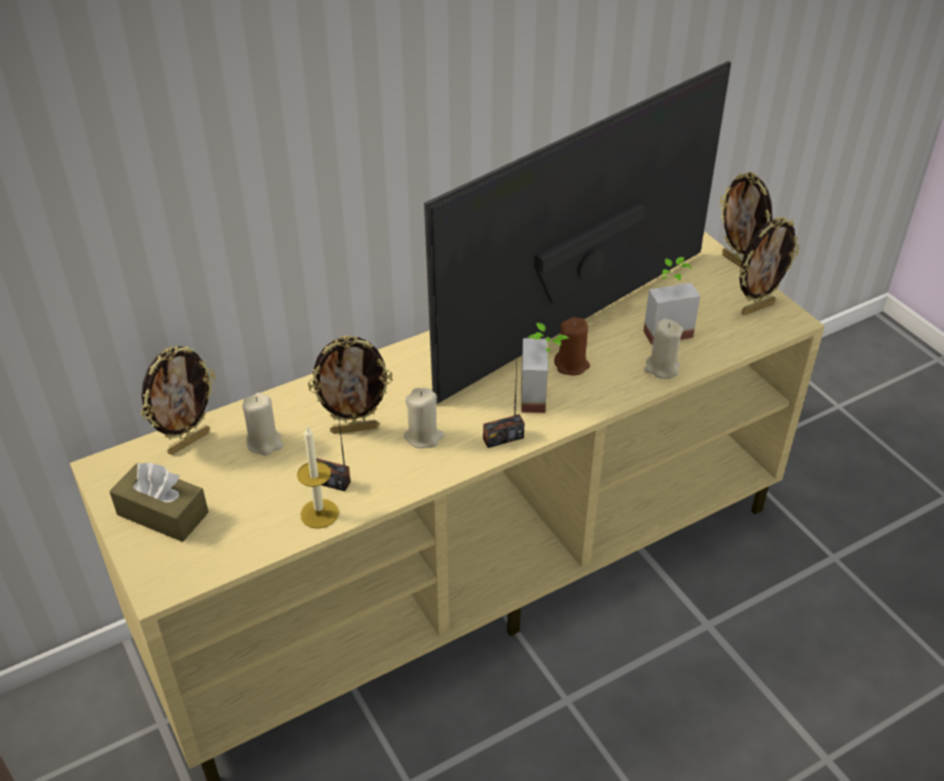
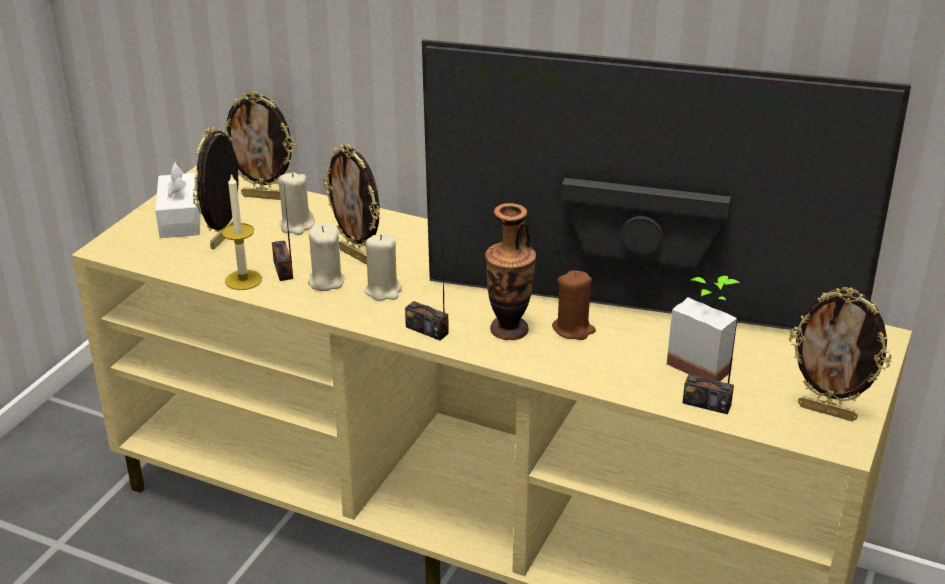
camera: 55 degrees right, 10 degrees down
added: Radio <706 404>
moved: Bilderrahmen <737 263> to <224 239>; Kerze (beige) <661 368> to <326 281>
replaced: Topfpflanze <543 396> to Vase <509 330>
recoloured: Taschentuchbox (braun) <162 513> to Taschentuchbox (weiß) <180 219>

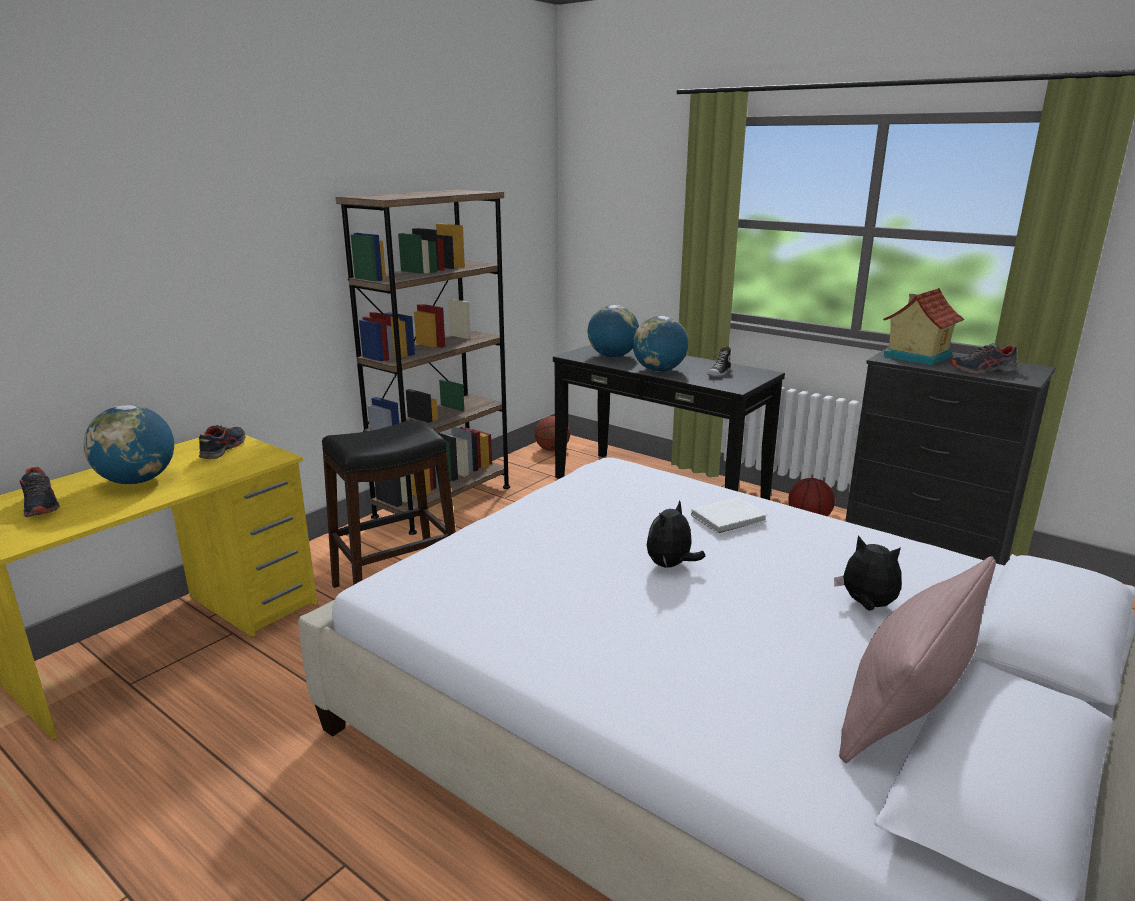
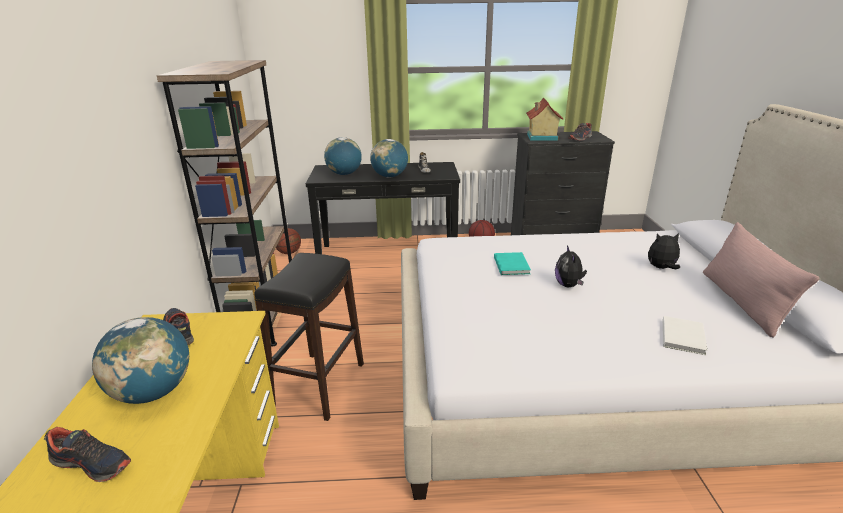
camera: 40 degrees left, 5 degrees up
added: Buch (türkis) <512 265>
moved: Buch (weiß) <730 518> to <683 336>

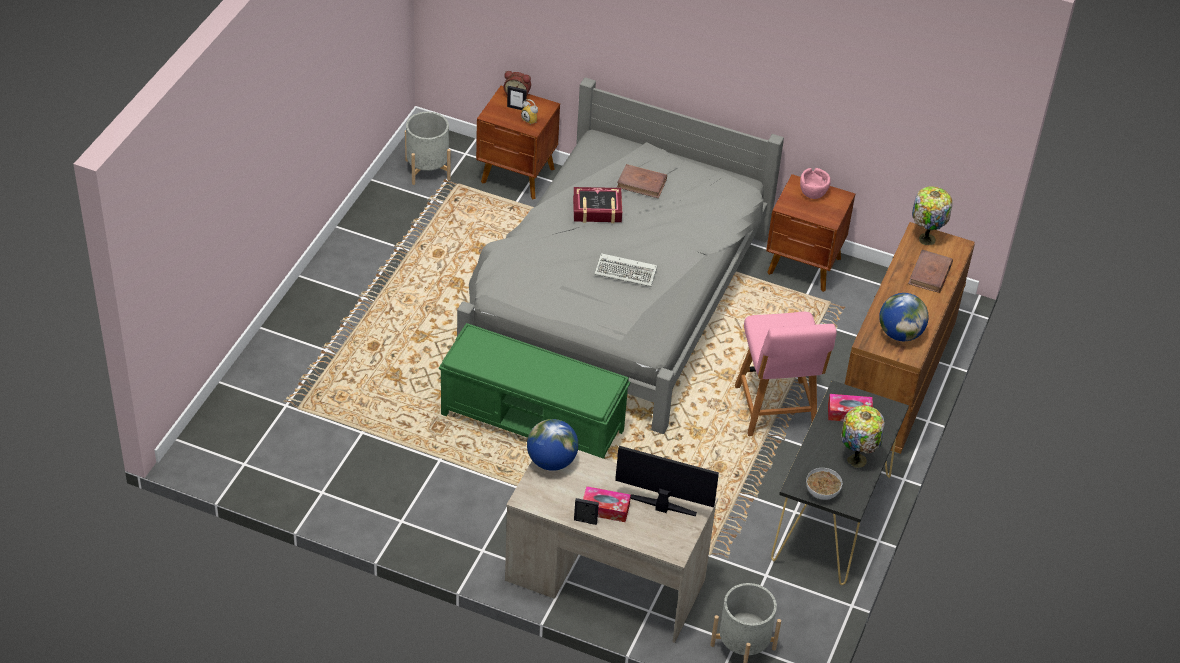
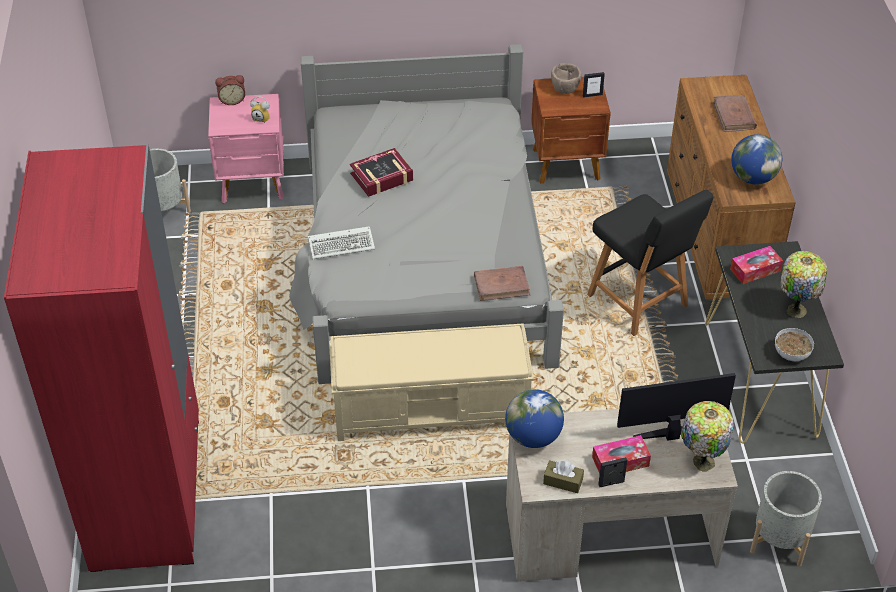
camera: 25 degrees left, 0 degrees up
added: Kleiderschrank (rot) <147 493>; Taschentuchbox (braun) <563 481>
moved: Bilderrahmen <516 108> to <592 95>; Buch (braun) <642 183> to <502 285>; Tischlampe <926 238> to <701 461>; Tastatur <627 272> to <343 244>
recoloured: Nachttisch (braun) <518 176> to Nachttisch (rosa) <254 184>; Schüssel (rosa) <813 193> to Schüssel (braun) <565 89>; Stuhl (rosa) <776 411> to Stuhl (schwarz) <640 302>; Bank (grün) <533 423> to Bank (beige) <432 410>

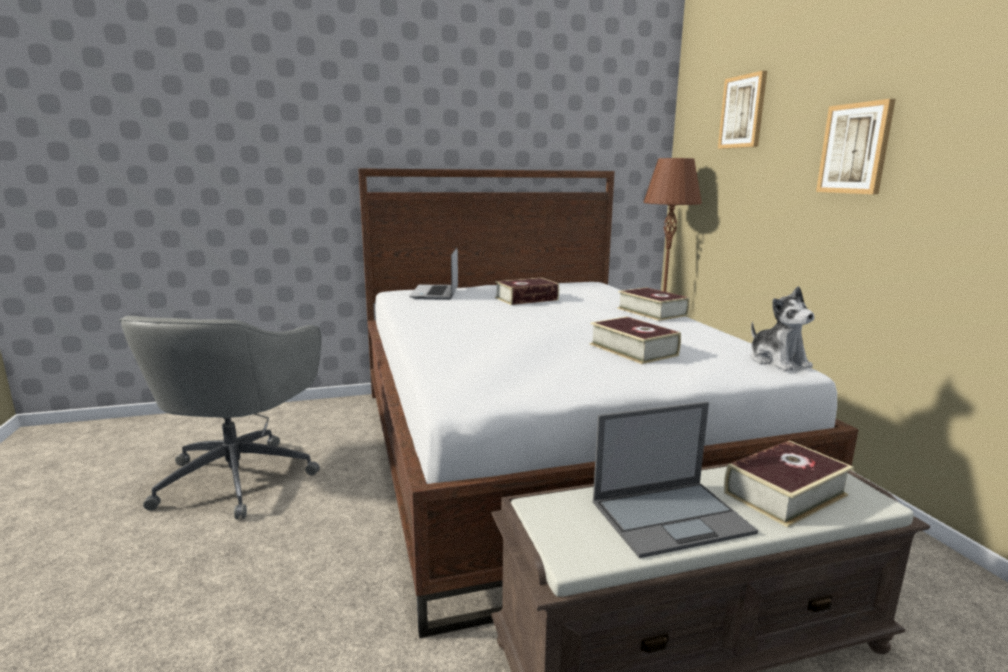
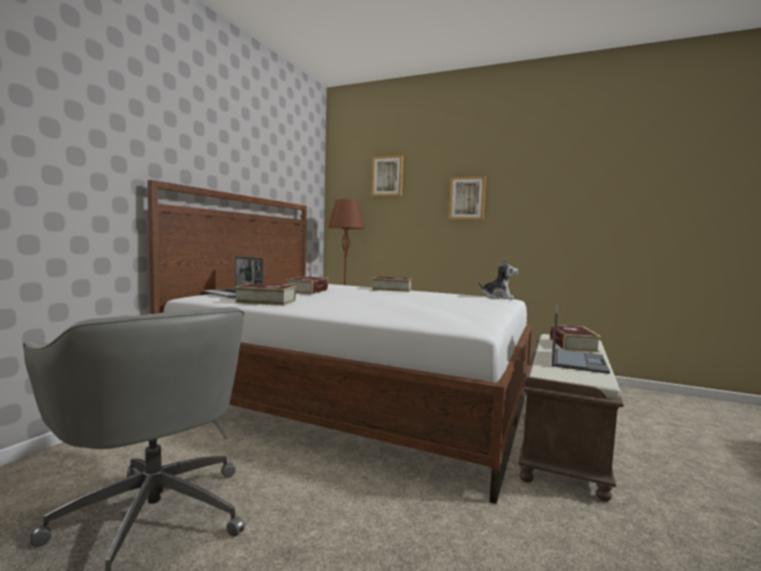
camera: 50 degrees left, 10 degrees down
moved: Buch <633 350> to <266 302>

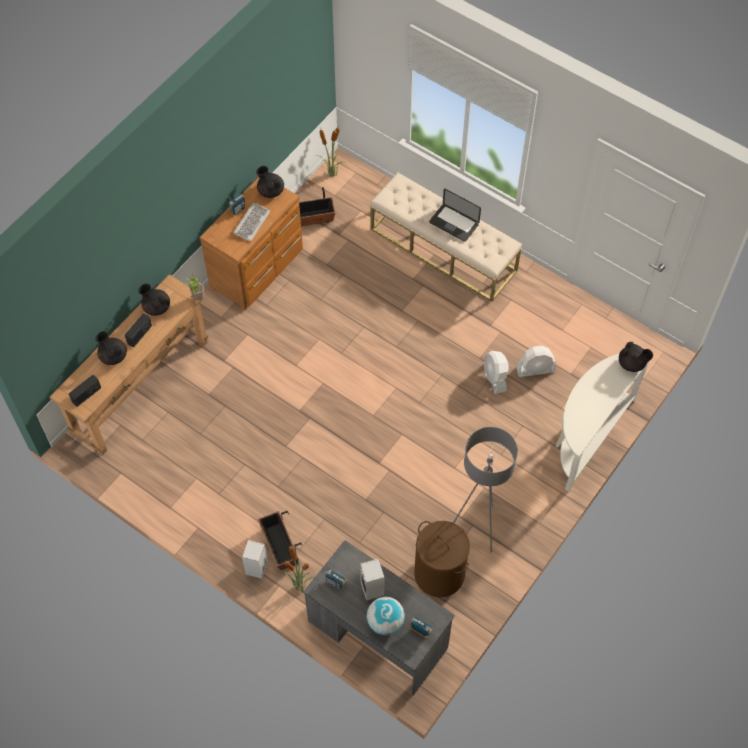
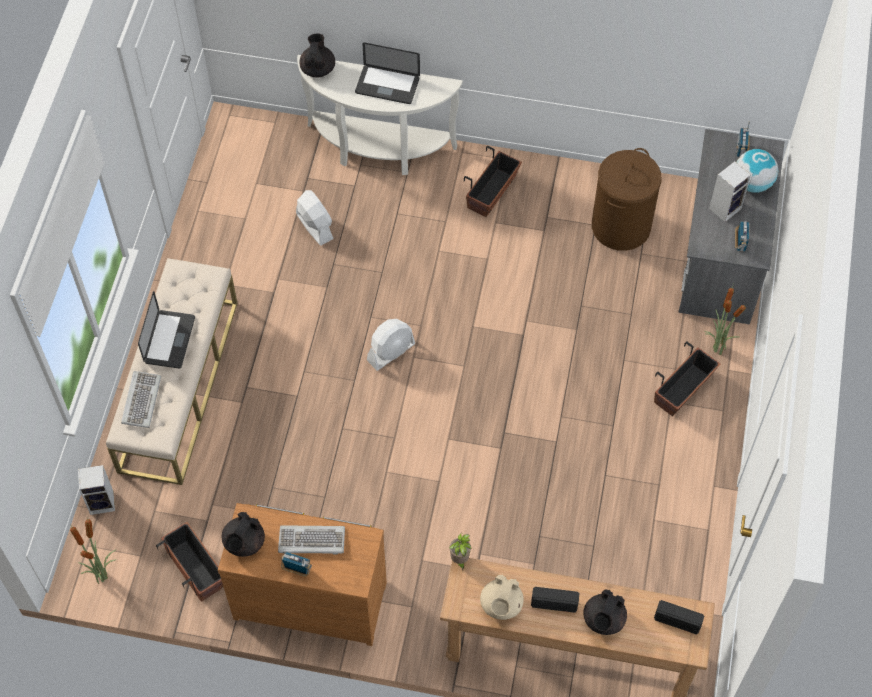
camera: 115 degrees left, 0 degrees up
removed: Stehlampe (grau) <478 528>
added: Laptop <387 85>; Pflanzkübel <492 192>; Tastatur <141 400>
moved: Ventilator (weiß) <495 377> to <391 352>; Lautsprecher <257 569> to <103 502>
recoloured: Teekanne (schwarz) <156 307> to Teekanne (beige) <501 605>

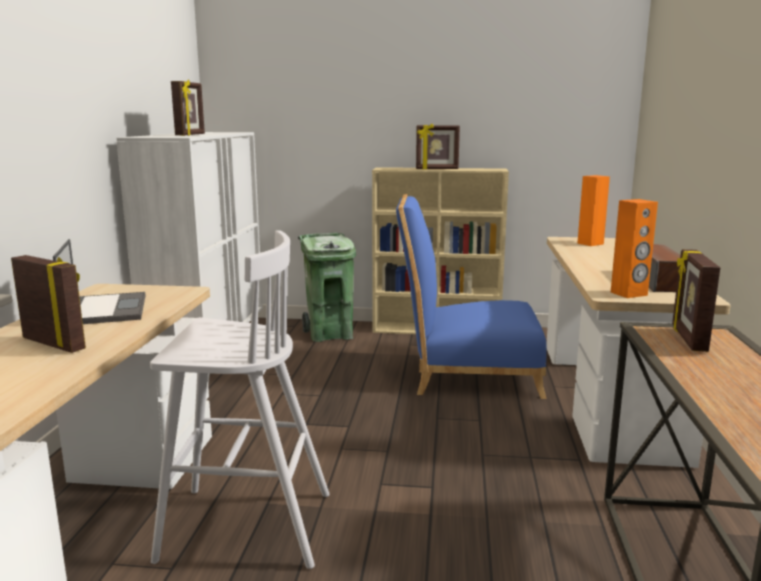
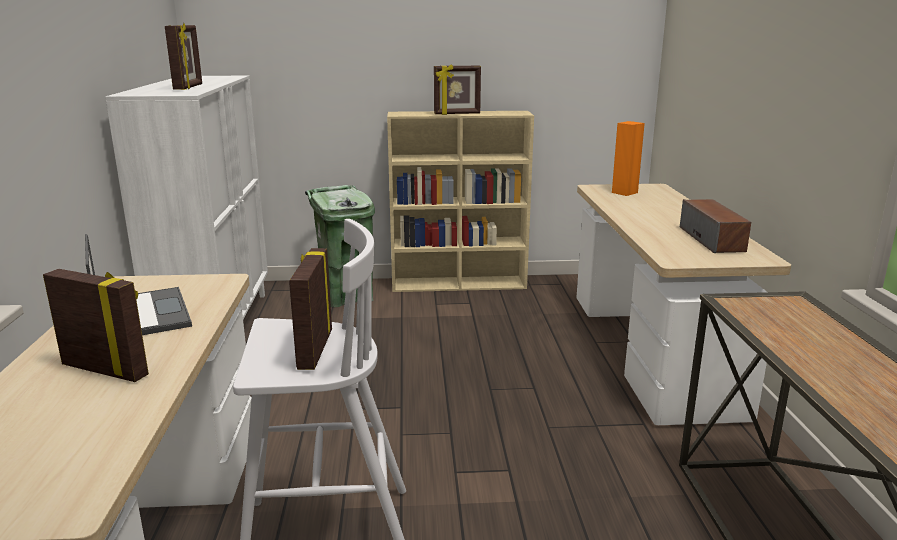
camera: 10 degrees left, 5 degrees up
removed: Stuhl (blau) <466 375>; Lautsprecher (orange) <629 294>
moved: Bilderrahmen <687 338> to <314 349>

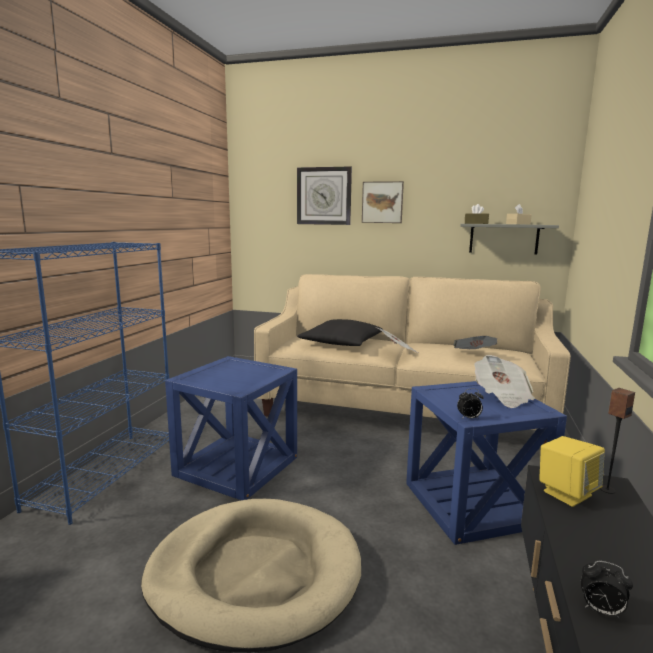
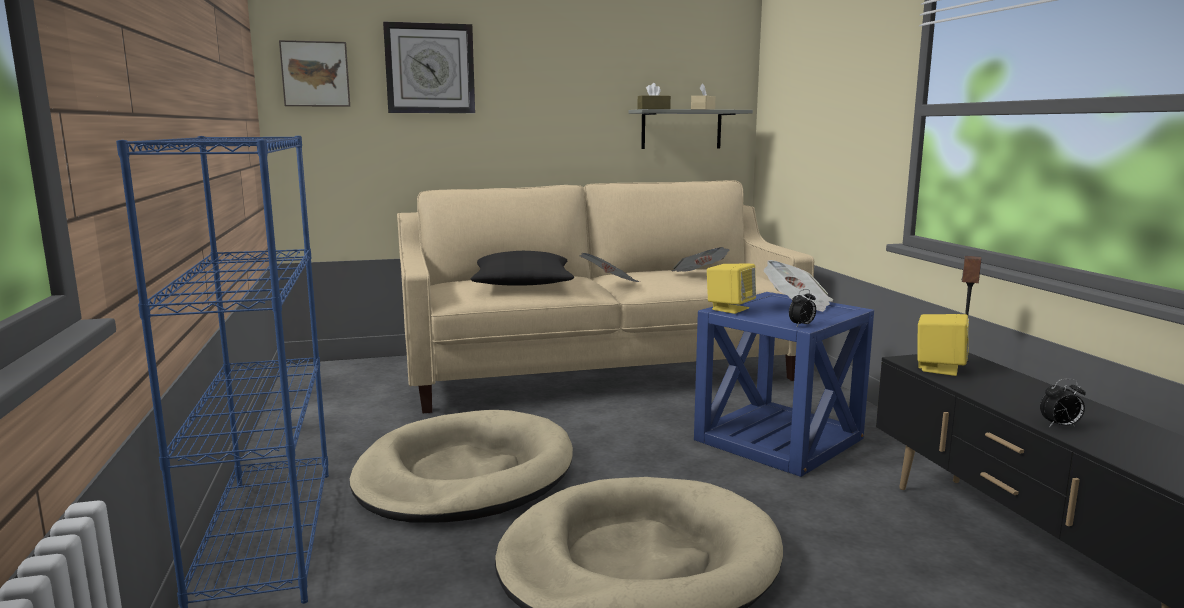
camera: 30 degrees left, 0 degrees up
added: Lautsprecher (gelb) <730 309>
moved: Bild <382 202> to <315 74>
replaced: Beistelltisch (blau) <236 466> to Hundebett (beige) <465 475>

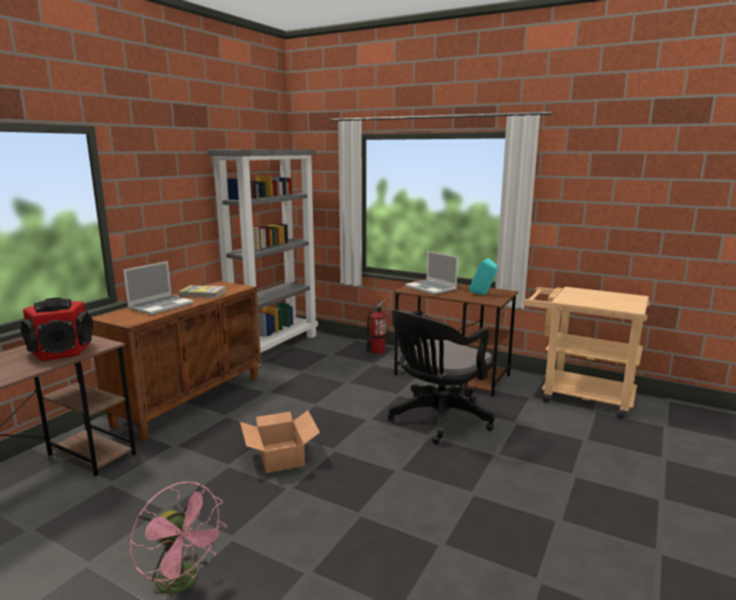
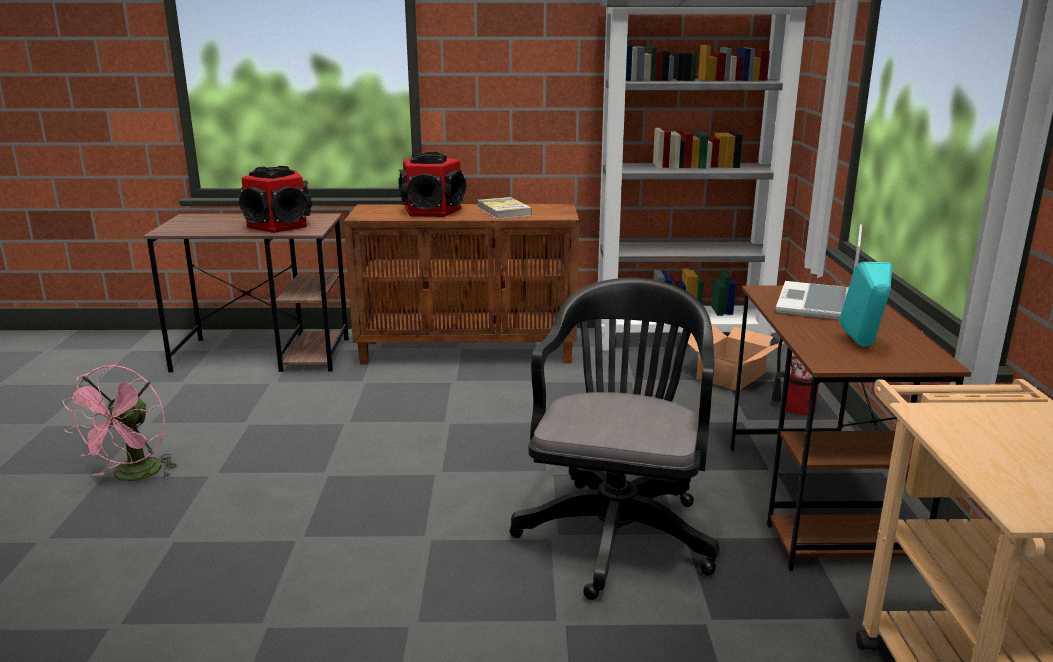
camera: 60 degrees right, 5 degrees up
moved: Karton <281 455> to <732 376>
replaced: Laptop <161 306> to Lautsprecher <432 211>
turned: Bürostuhl (schwarz) <437 420> = <617 530> 90 degrees clockwise

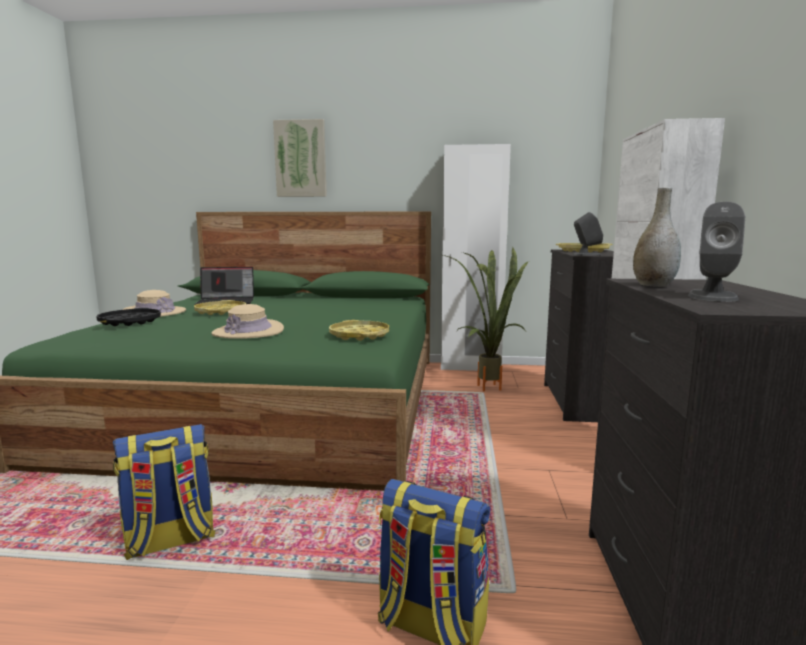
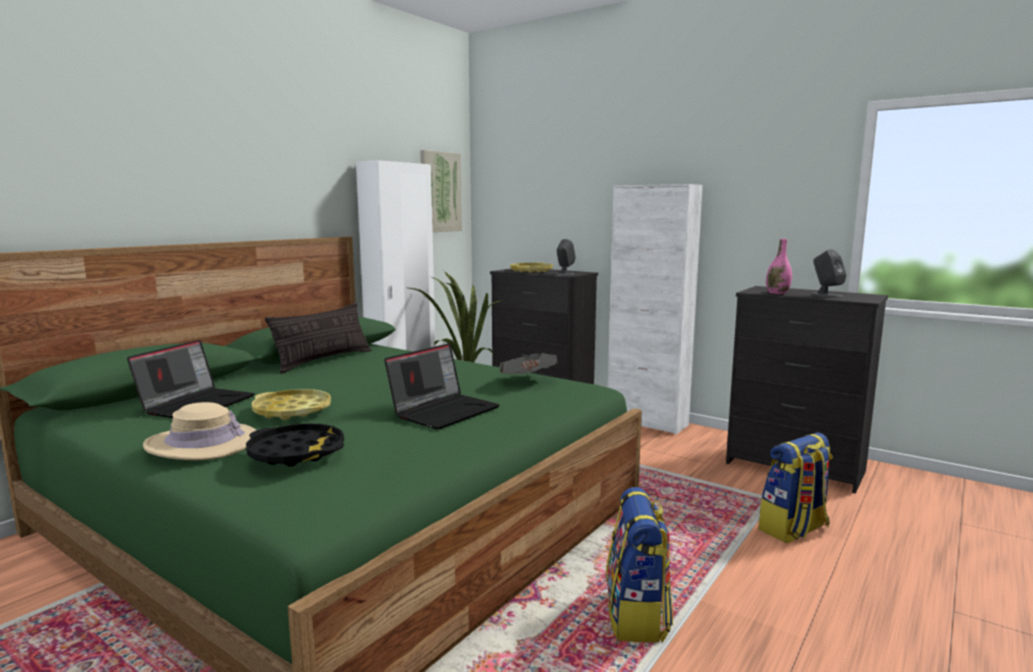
camera: 60 degrees left, 0 degrees up
added: Kissen <324 360>
moved: Bild <300 159> to <440 192>
replaced: Hut (beige) <248 331> to Laptop <444 411>; Tablett (gelb) <359 335> to Zeitung <527 381>
recoloured: Vase (grau) <653 285> to Vase (rosa) <777 293>

